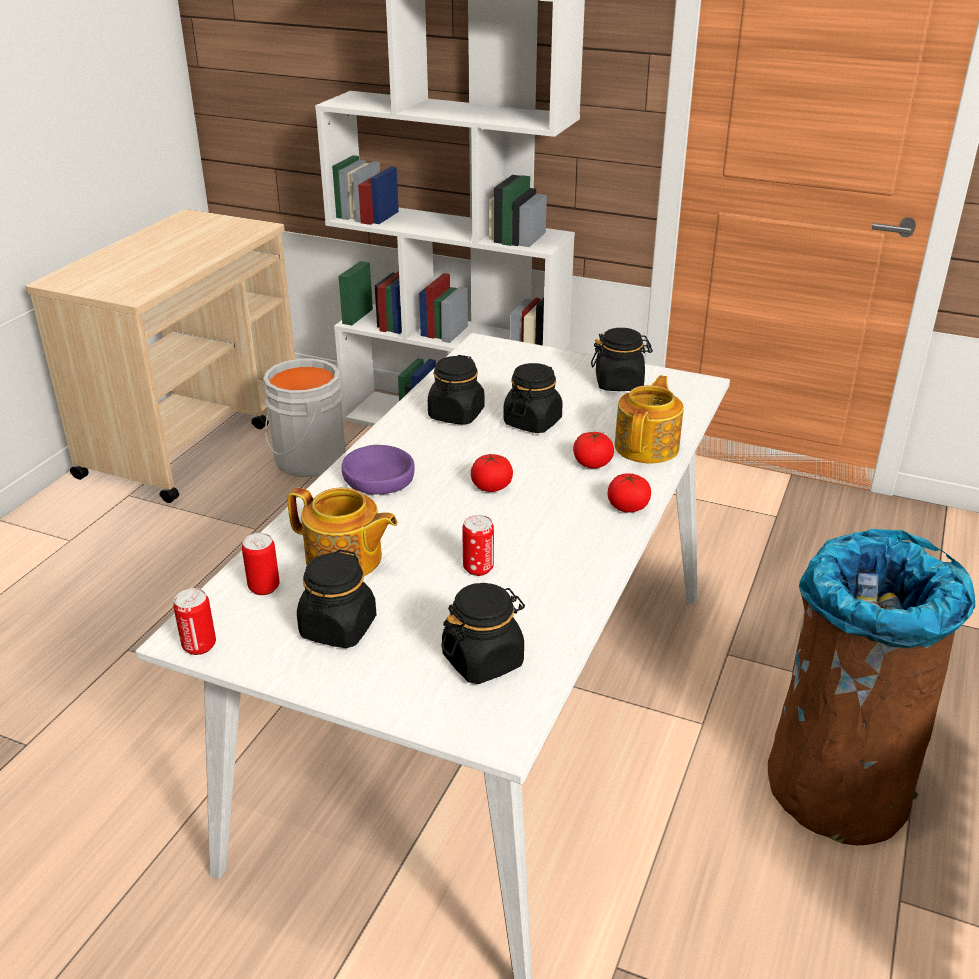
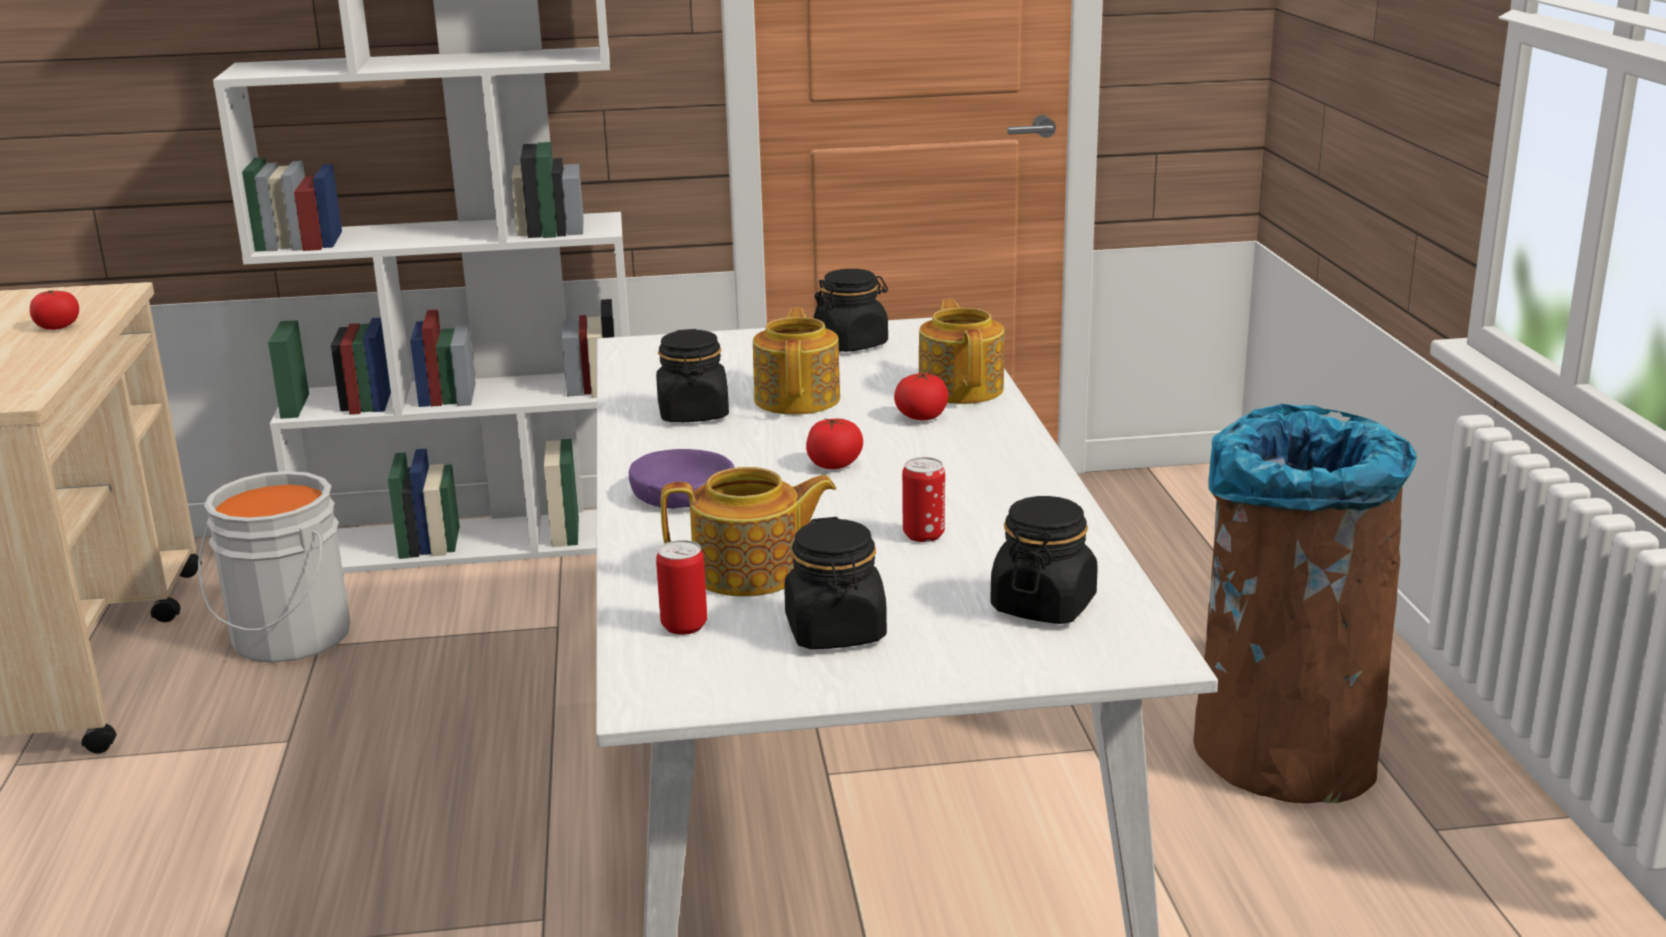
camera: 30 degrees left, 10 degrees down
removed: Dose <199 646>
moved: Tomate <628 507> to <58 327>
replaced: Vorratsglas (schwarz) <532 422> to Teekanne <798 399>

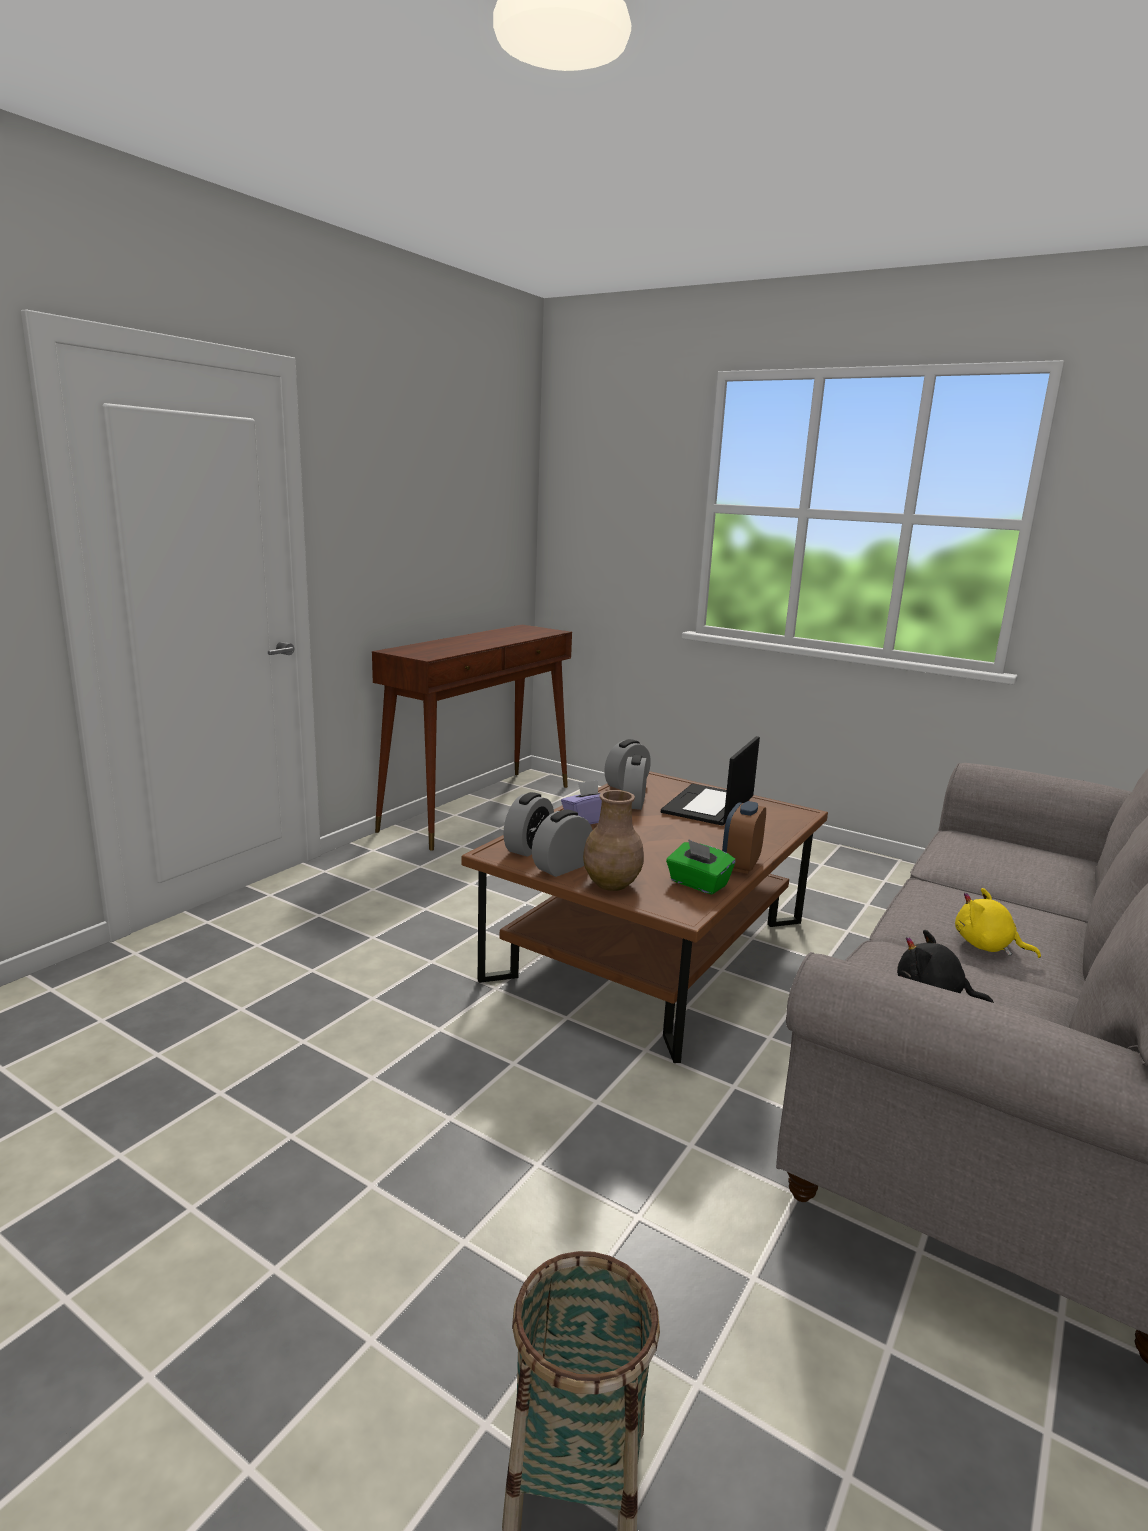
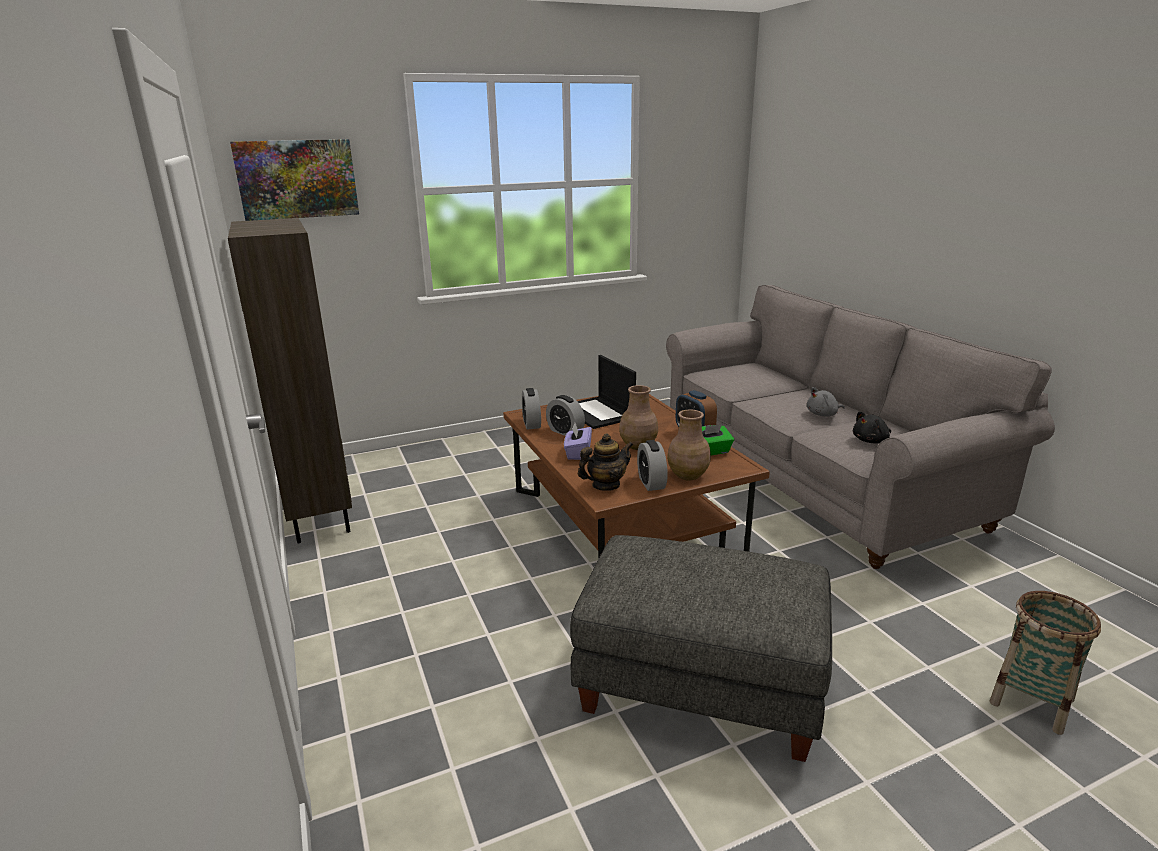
camera: 55 degrees left, 5 degrees up
added: Bild <297 179>; Vase (braun) <638 446>; Polsterhocker (grau) <698 685>
replaced: Konsolentisch (braun) <479 807> to Bücherregal (braun) <318 513>; Wecker <528 847> to Teekanne <605 485>
recoloured: Plüschtier (gelb) <987 946> to Plüschtier (grau) <823 414>

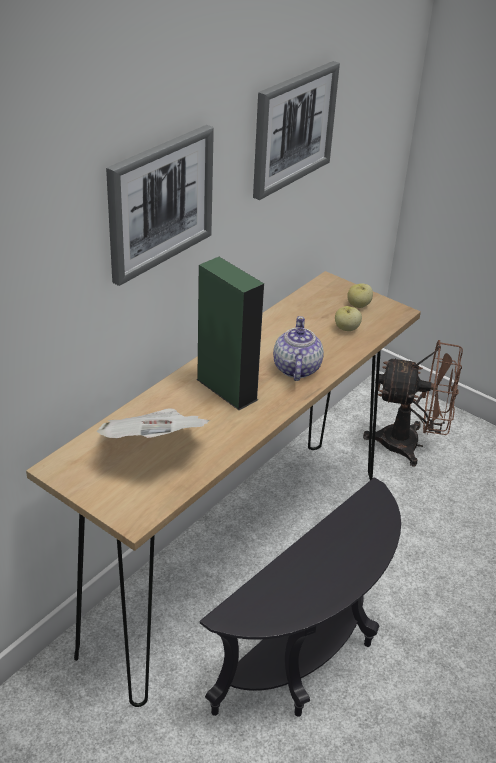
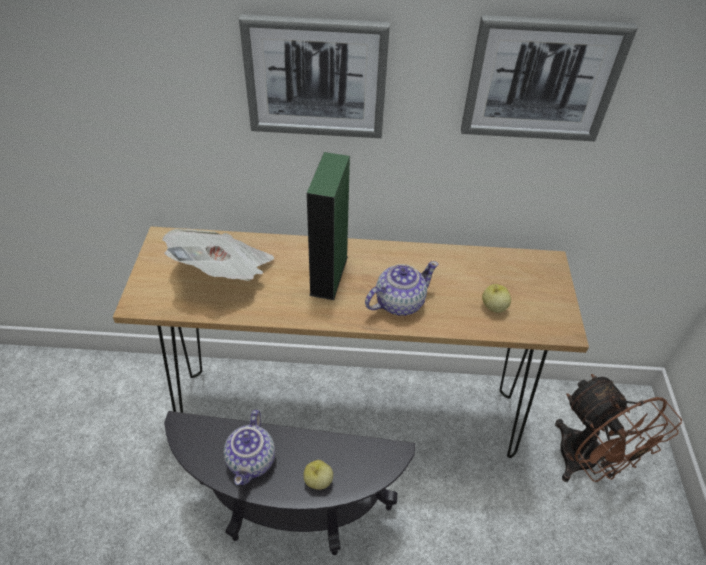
camera: 55 degrees right, 10 degrees up
added: Teekanne <252 461>
moved: Apfel <358 305> to <318 481>

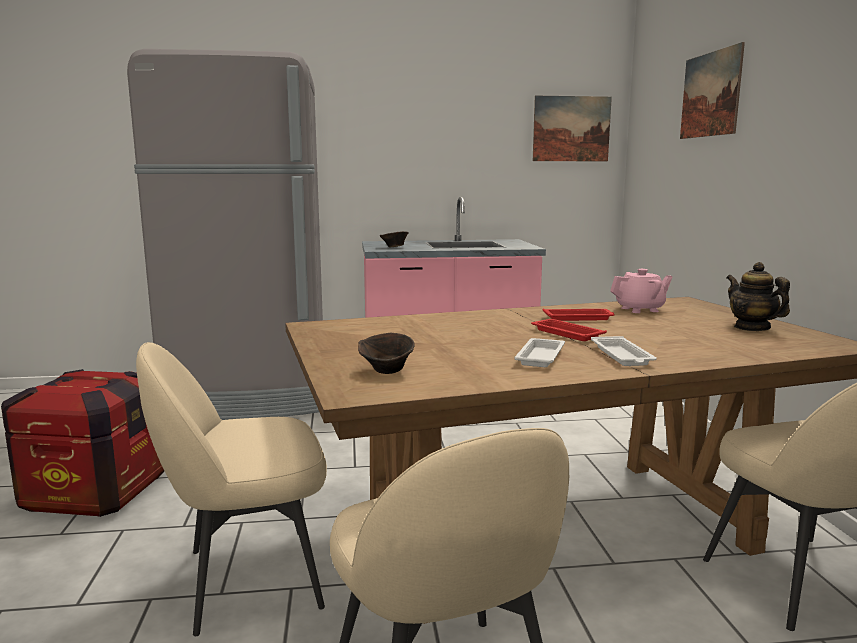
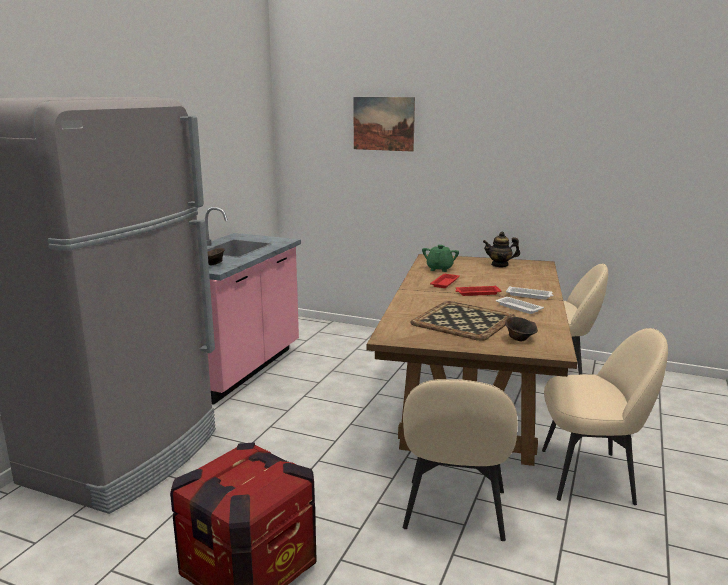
camera: 60 degrees left, 5 degrees up
removed: Bild <571 129>
added: Tablett <464 321>
recoloured: Teekanne (rosa) <640 309> to Teekanne (grün) <439 269>

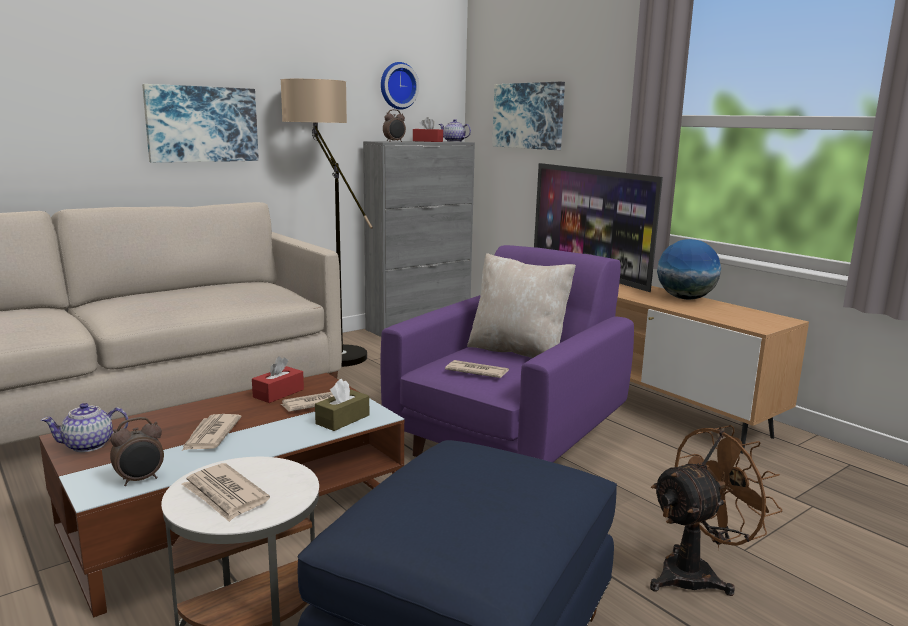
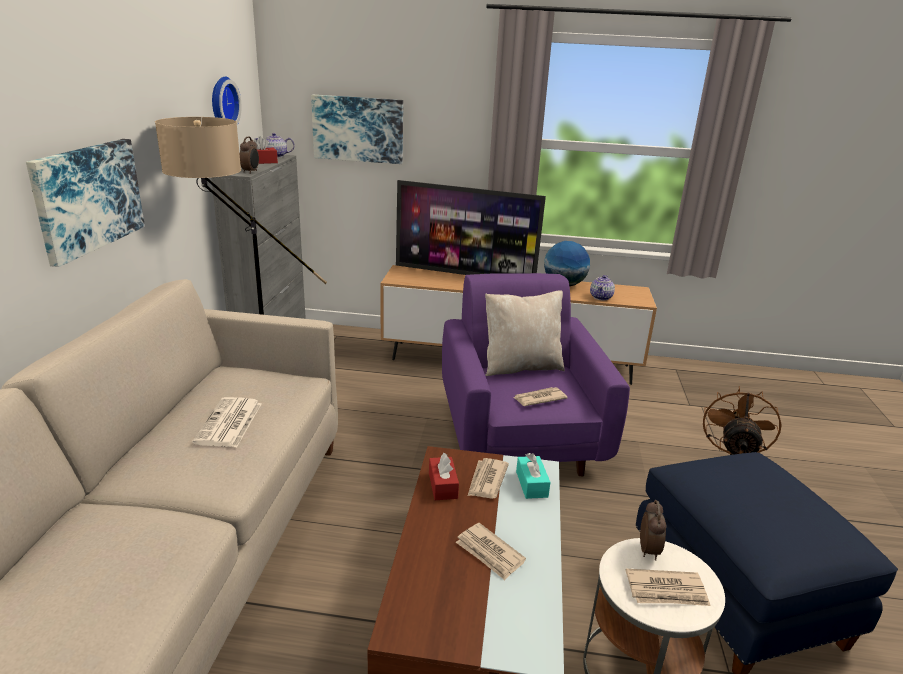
camera: 45 degrees left, 10 degrees up
added: Zeitung <229 423>
moved: Teekanne <89 445> to <601 297>; Wecker <140 480> to <649 550>
recoloured: Taschentuchbox (braun) <342 419> to Taschentuchbox (türkis) <531 484>

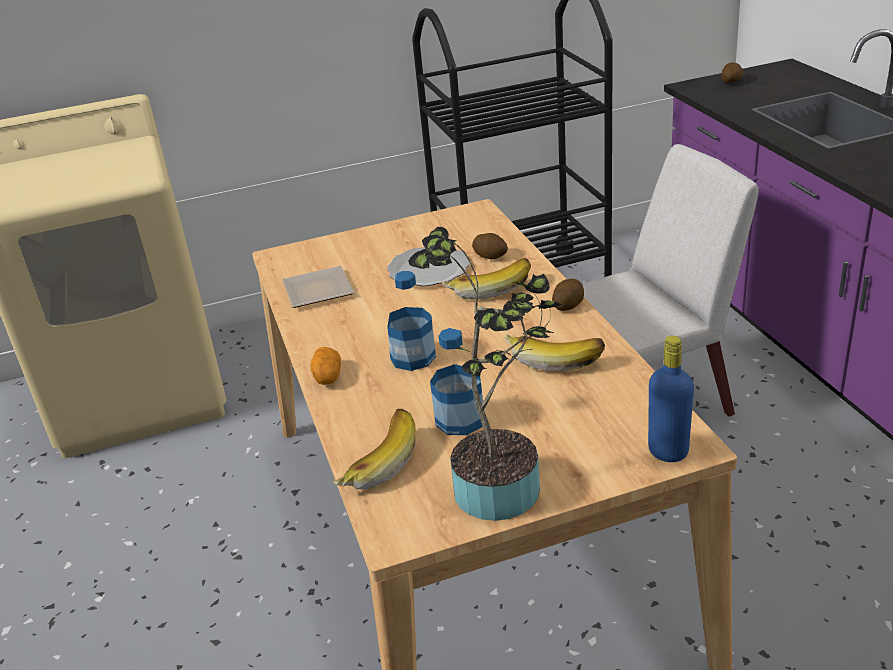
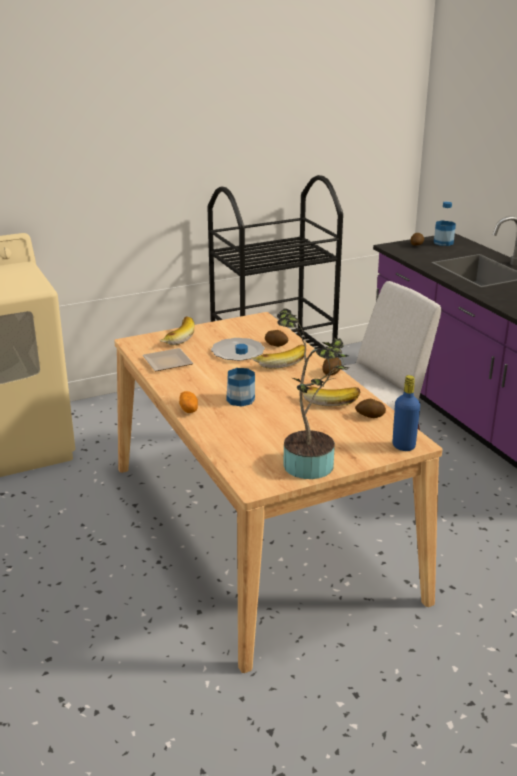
camera: 10 degrees left, 5 degrees down
added: Kartoffel <370 416>
moved: Flasche <460 420> to <443 242>; Banane <376 462> to <176 338>

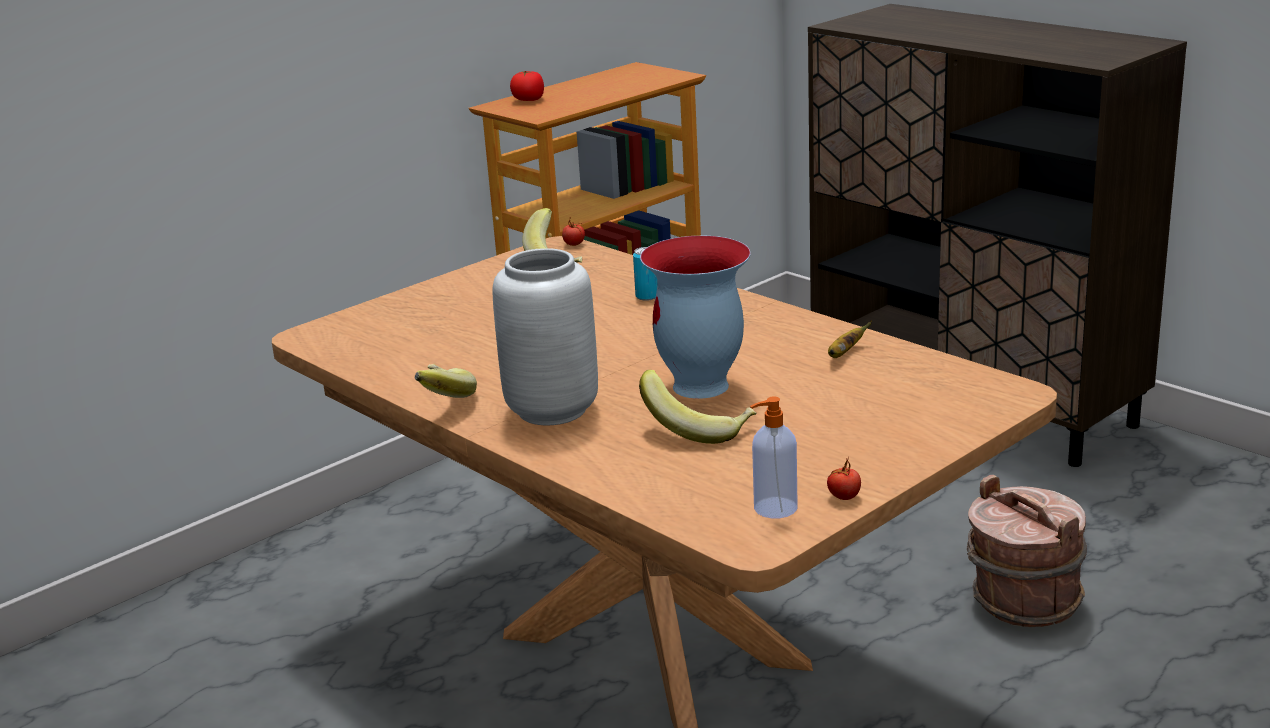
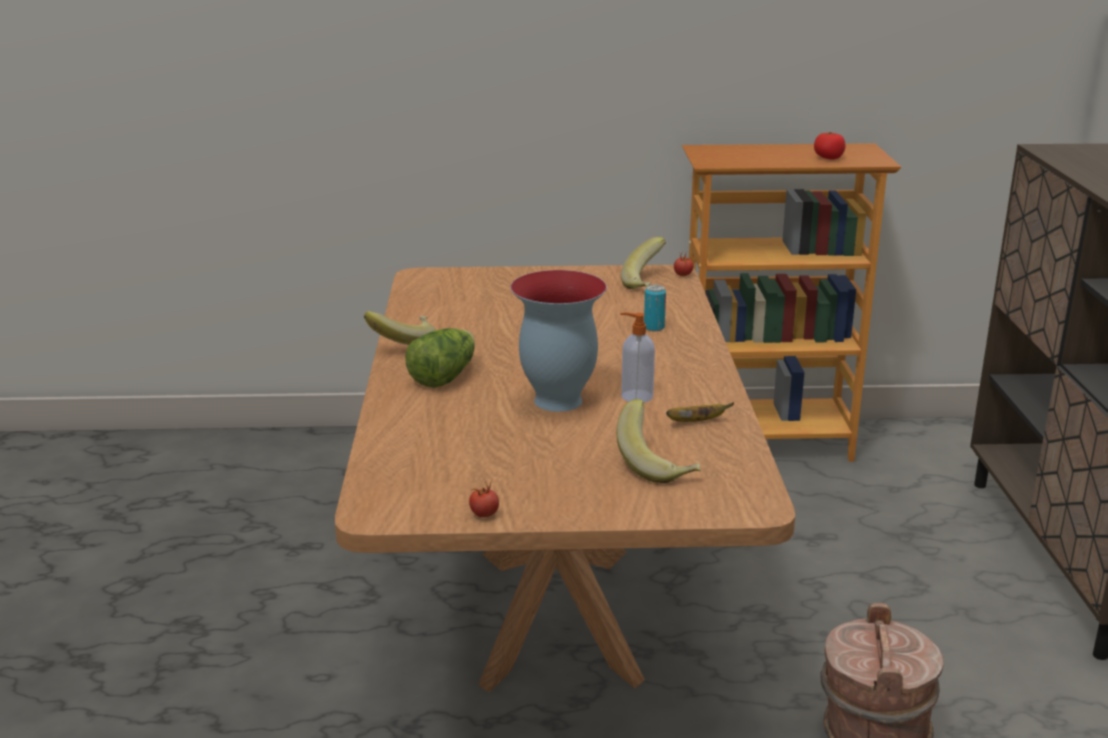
camera: 40 degrees right, 0 degrees up
moved: Tomate <528 100> to <828 158>; Banane <698 429> to <658 465>; Seifenspender <774 508> to <635 396>
replaced: Vase (grau) <551 411> to Salatkopf <443 376>

